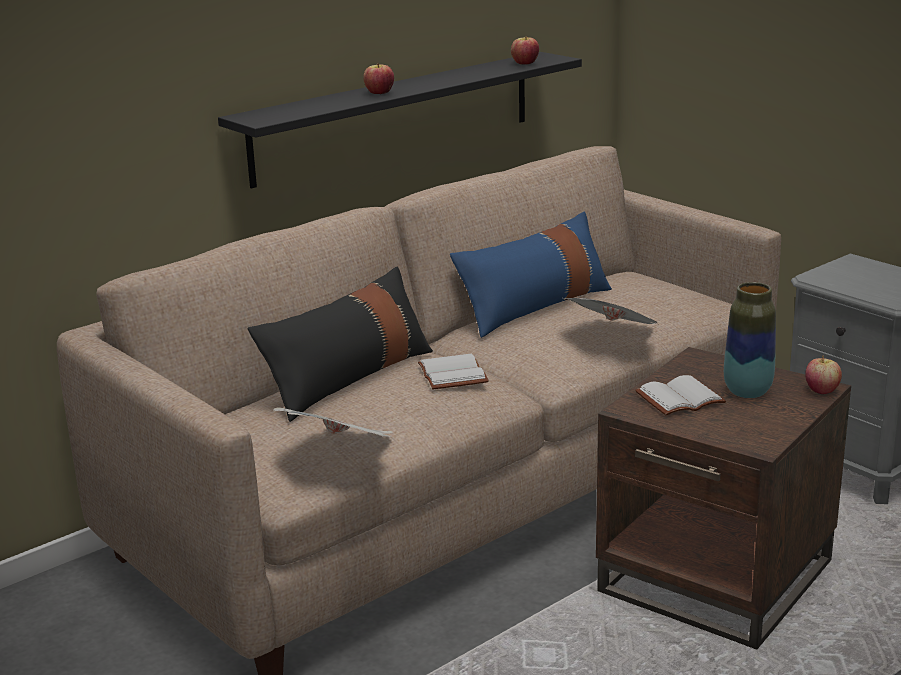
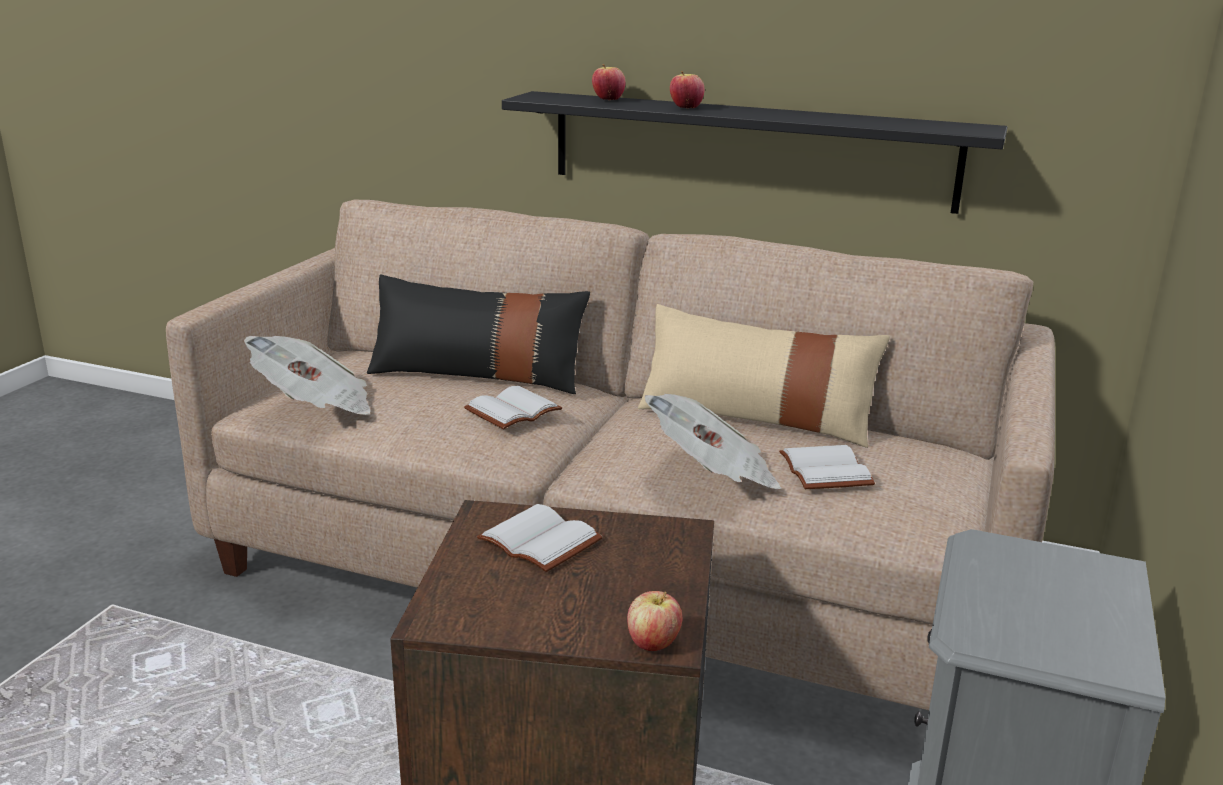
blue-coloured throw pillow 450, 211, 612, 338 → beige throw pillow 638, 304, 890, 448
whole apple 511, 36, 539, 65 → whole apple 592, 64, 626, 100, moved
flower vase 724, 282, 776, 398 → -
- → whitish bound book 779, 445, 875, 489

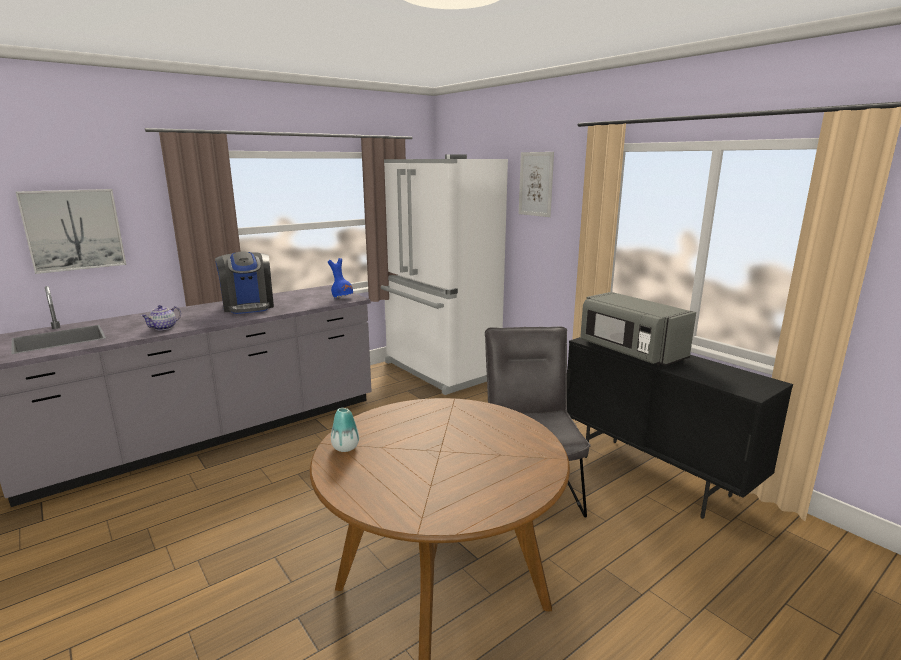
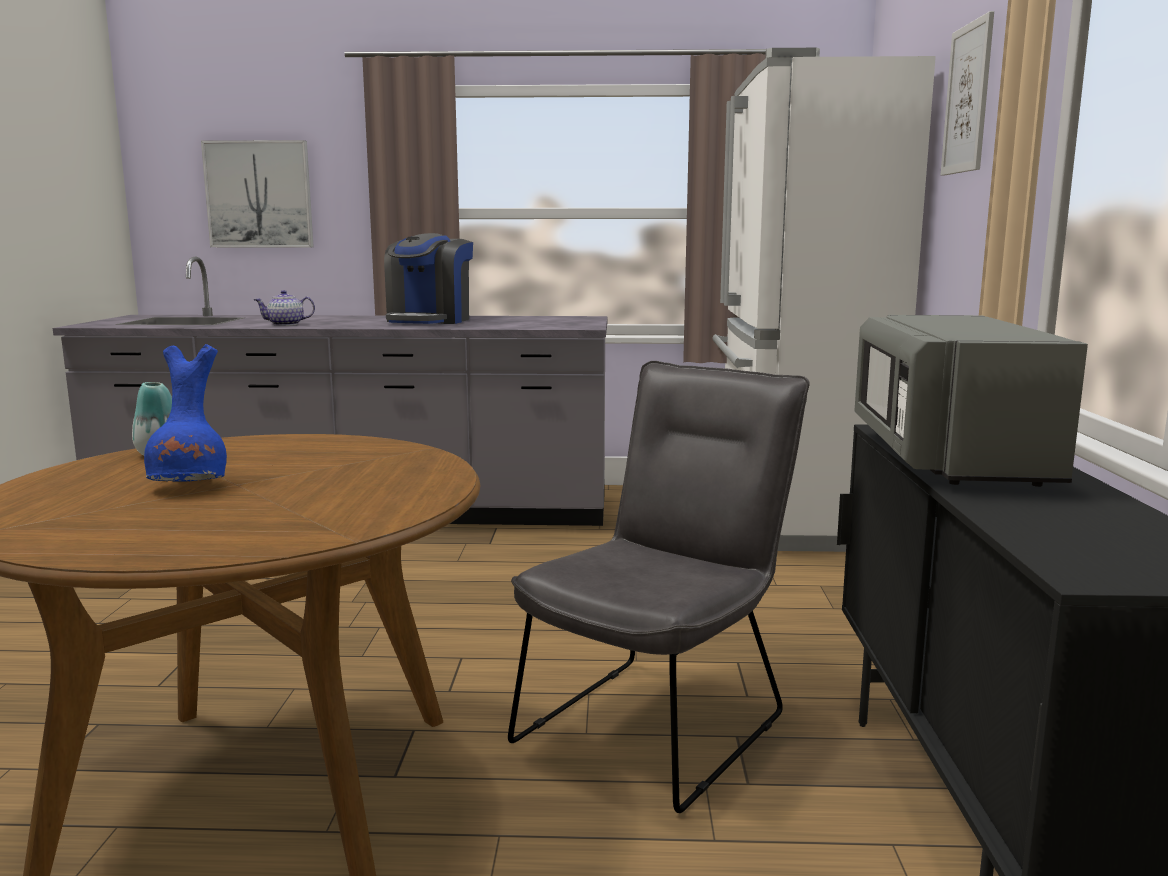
blue-coloured flower vase 327, 258, 353, 298 → blue-coloured flower vase 144, 344, 227, 482, moved

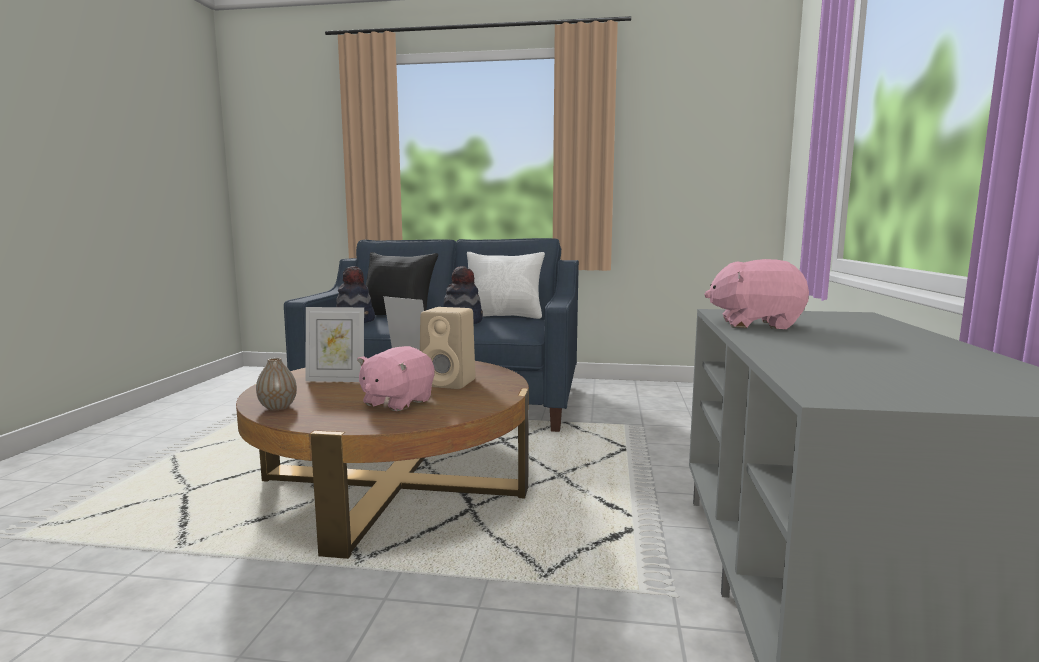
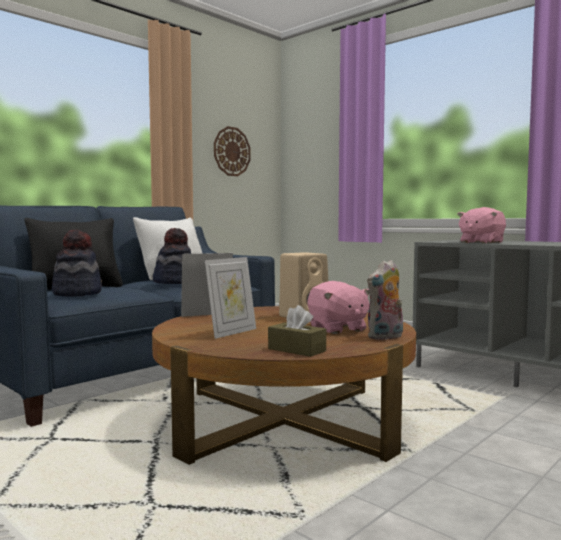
flower vase 256, 358, 297, 410 → brown-coloured tissue box 268, 305, 326, 357
- → hanging clock 214, 126, 250, 176
- → plush toy 367, 260, 403, 340

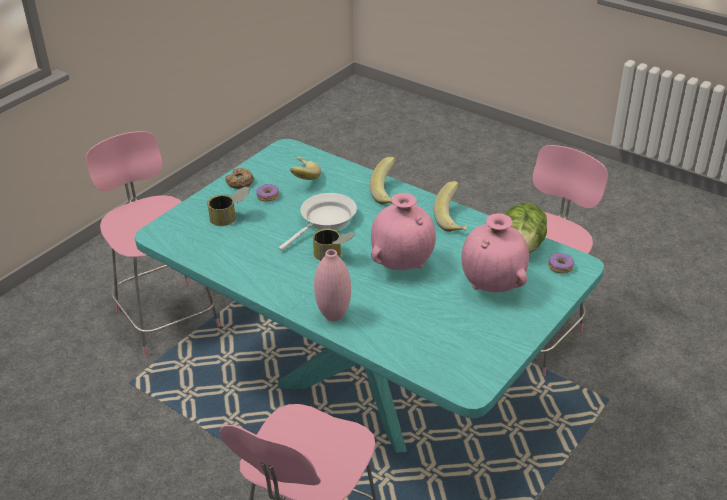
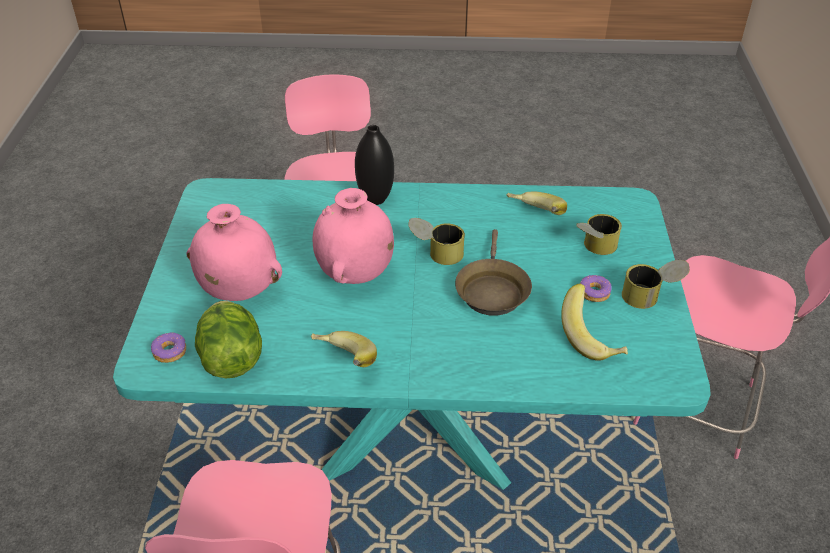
ring doughnut 225, 168, 254, 189 → can 622, 260, 690, 309
whitish pan 279, 193, 357, 251 → brown-coloured pan 455, 229, 532, 316
pink-coloured flower vase 314, 249, 351, 321 → blackish flower vase 355, 125, 394, 205
banana fruit 370, 157, 396, 204 → banana fruit 507, 192, 567, 215, moved

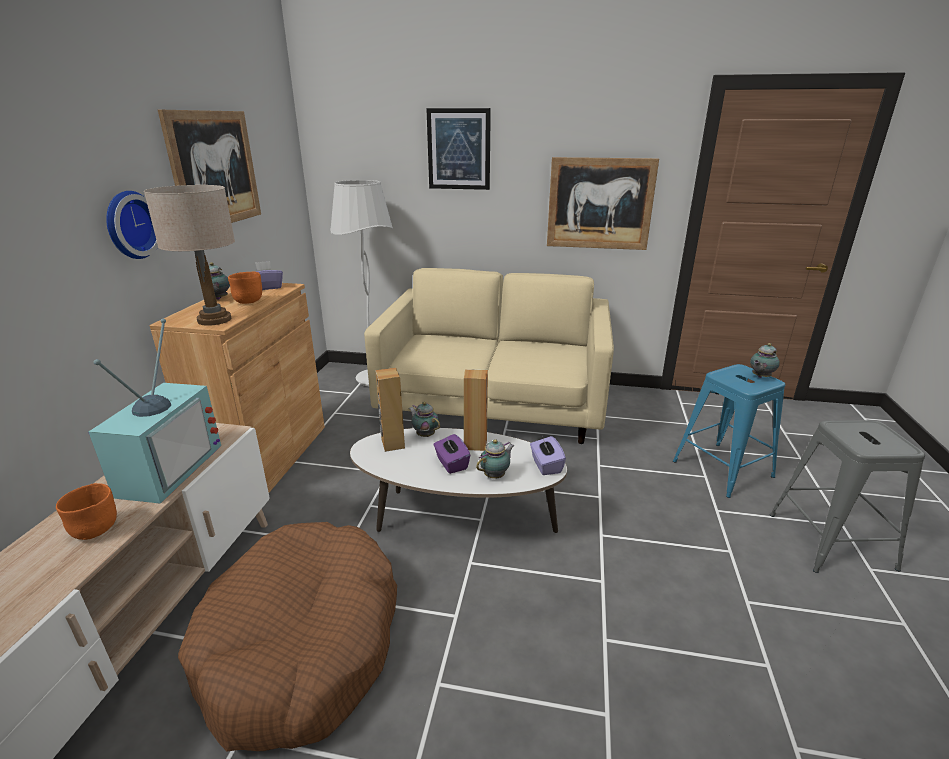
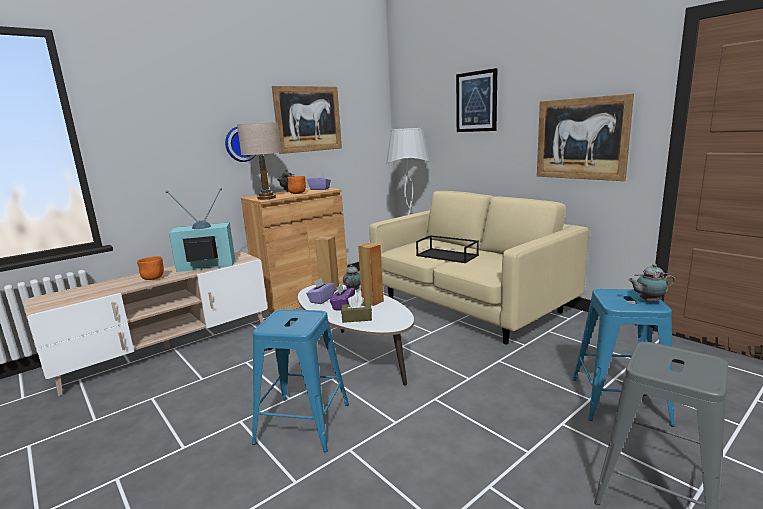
television 88, 319, 221, 504 → television 165, 188, 235, 272, 150 degrees counterclockwise
brown-coloured pet bed 178, 522, 397, 751 → -
pot for tea 476, 439, 515, 479 → brown-coloured tissue box 341, 294, 372, 323
purplish tissue box 530, 436, 566, 475 → purplish tissue box 306, 278, 335, 304, moved
- → blue-coloured stool 252, 309, 349, 452
- → blackish carrying tray 416, 235, 479, 263

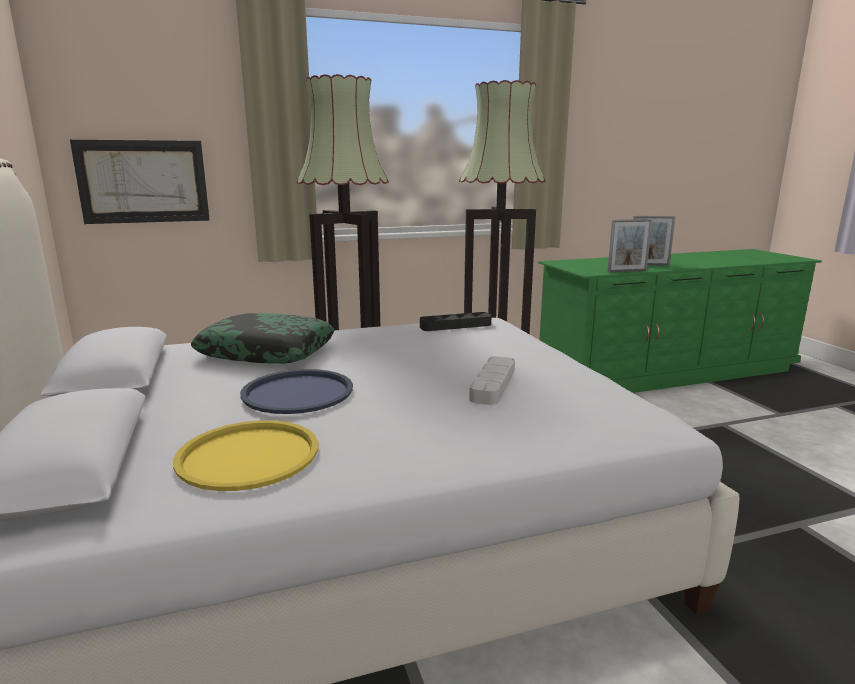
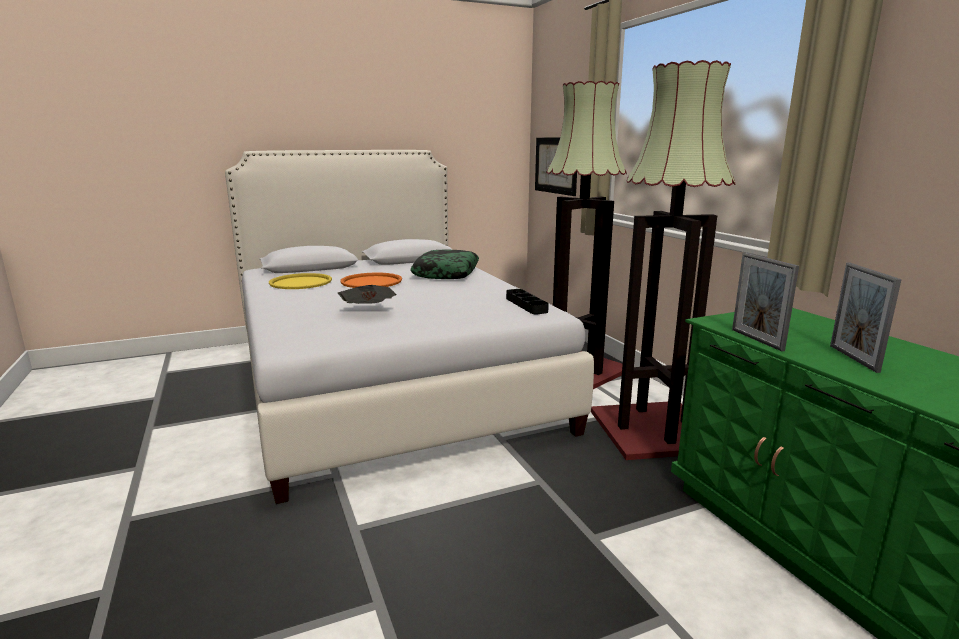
blue-coloured carrying tray 240, 369, 353, 414 → orange-coloured carrying tray 340, 272, 402, 288
gray carrying tray 469, 356, 515, 405 → daily paper 337, 285, 397, 304

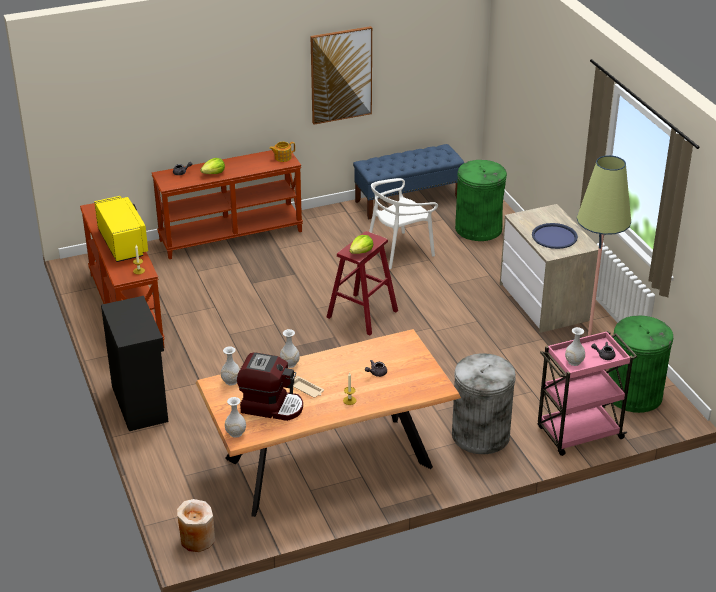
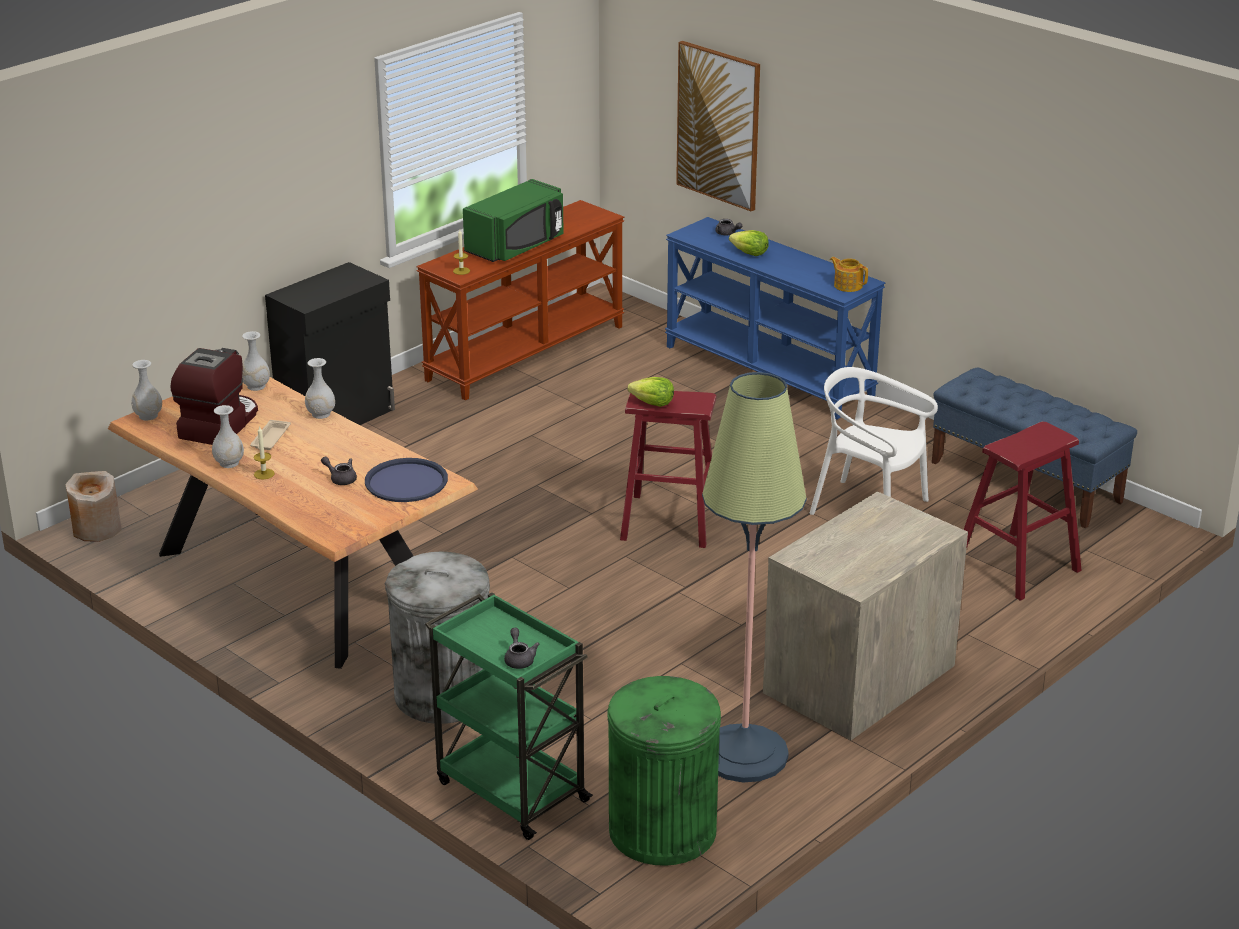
yellow-coloured microwave 94, 196, 148, 262 → greenish microwave 463, 179, 564, 262
brown-coloured console table 152, 150, 303, 259 → blue-coloured console table 665, 217, 885, 419
coffee brewer 237, 352, 303, 421 → coffee brewer 170, 348, 258, 445, 150 degrees counterclockwise
wall picture 310, 26, 372, 125 → wall picture 676, 41, 760, 211, moved
greenish waste bin 455, 160, 507, 241 → red stool 964, 422, 1082, 601
blue-coloured carrying tray 532, 223, 578, 249 → blue-coloured carrying tray 365, 458, 448, 502, moved
pink-coloured cart 538, 331, 637, 456 → greenish cart 425, 592, 593, 840
whitish flower vase 565, 327, 585, 366 → whitish flower vase 212, 405, 244, 468, moved

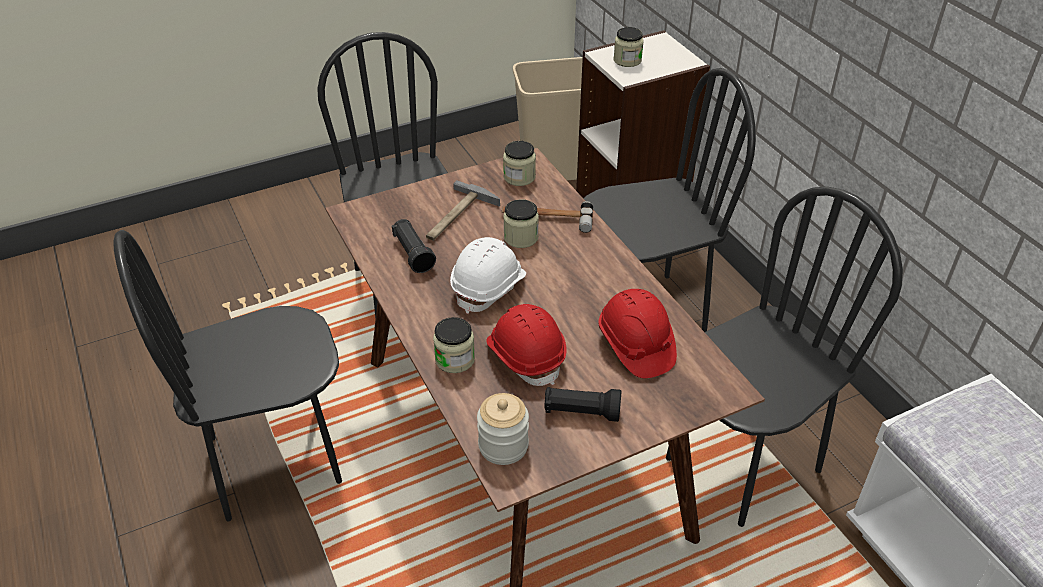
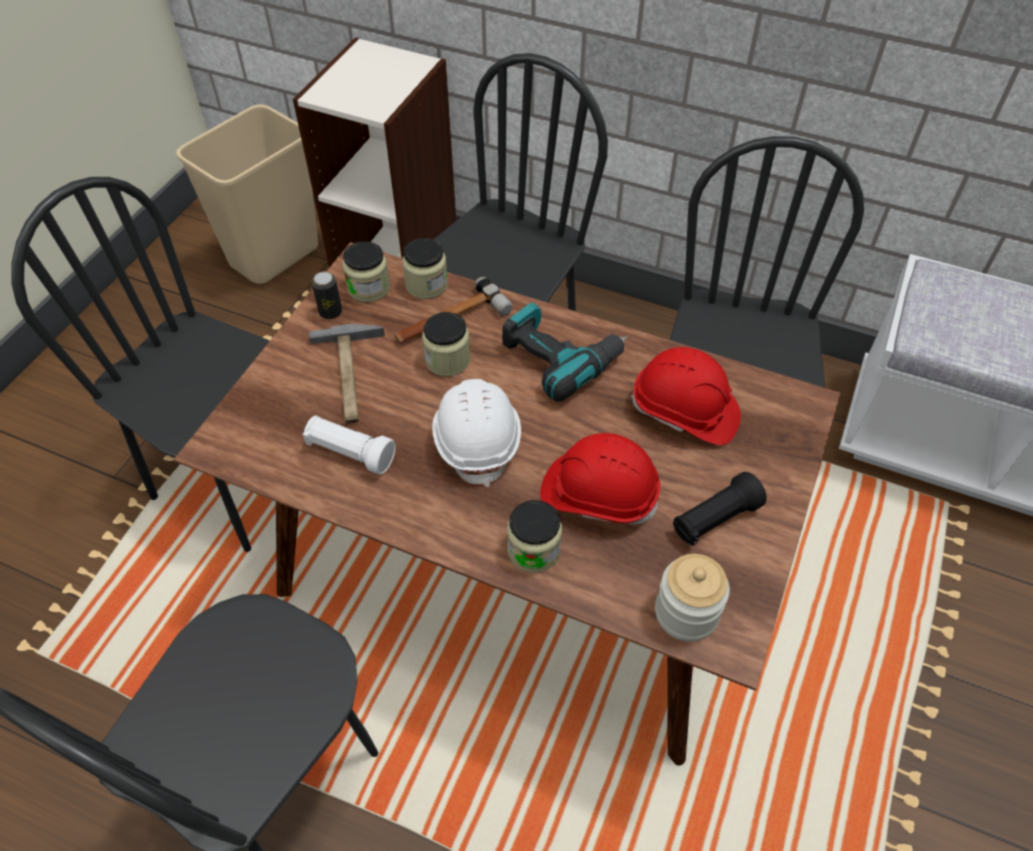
blackish hand torch 392, 219, 436, 273 → whitish hand torch 303, 416, 396, 475
storage jar 614, 27, 644, 67 → storage jar 402, 238, 448, 299, moved
- → can 311, 272, 342, 319
- → drill 502, 302, 628, 402

